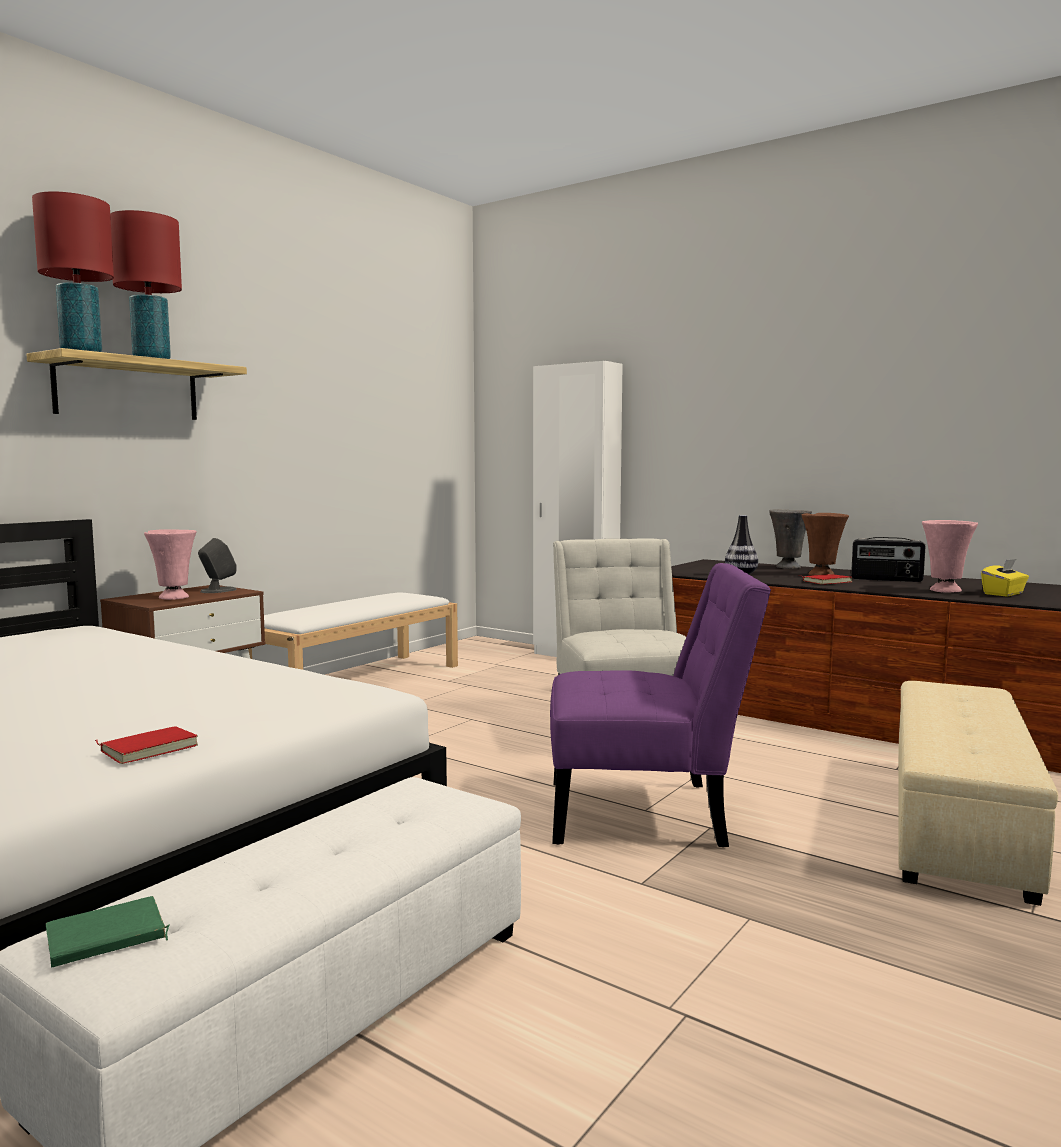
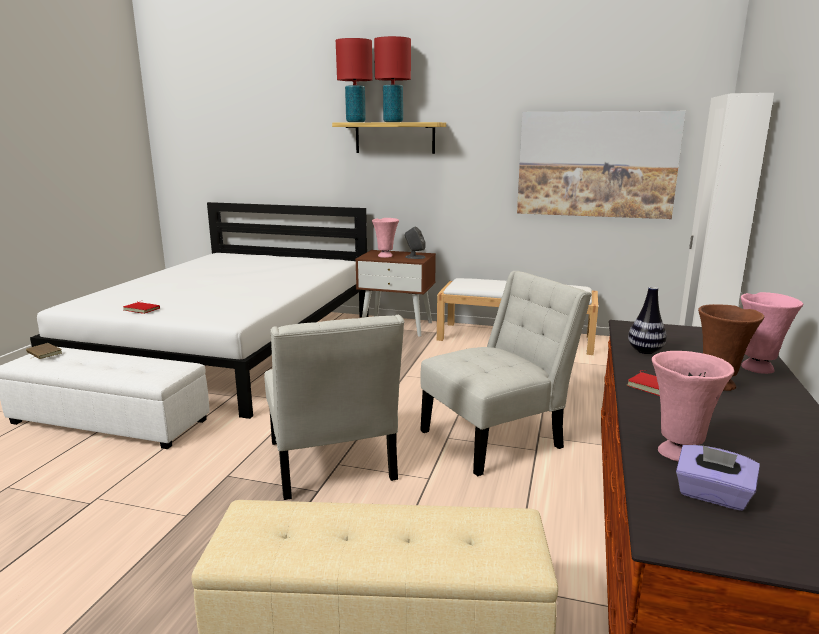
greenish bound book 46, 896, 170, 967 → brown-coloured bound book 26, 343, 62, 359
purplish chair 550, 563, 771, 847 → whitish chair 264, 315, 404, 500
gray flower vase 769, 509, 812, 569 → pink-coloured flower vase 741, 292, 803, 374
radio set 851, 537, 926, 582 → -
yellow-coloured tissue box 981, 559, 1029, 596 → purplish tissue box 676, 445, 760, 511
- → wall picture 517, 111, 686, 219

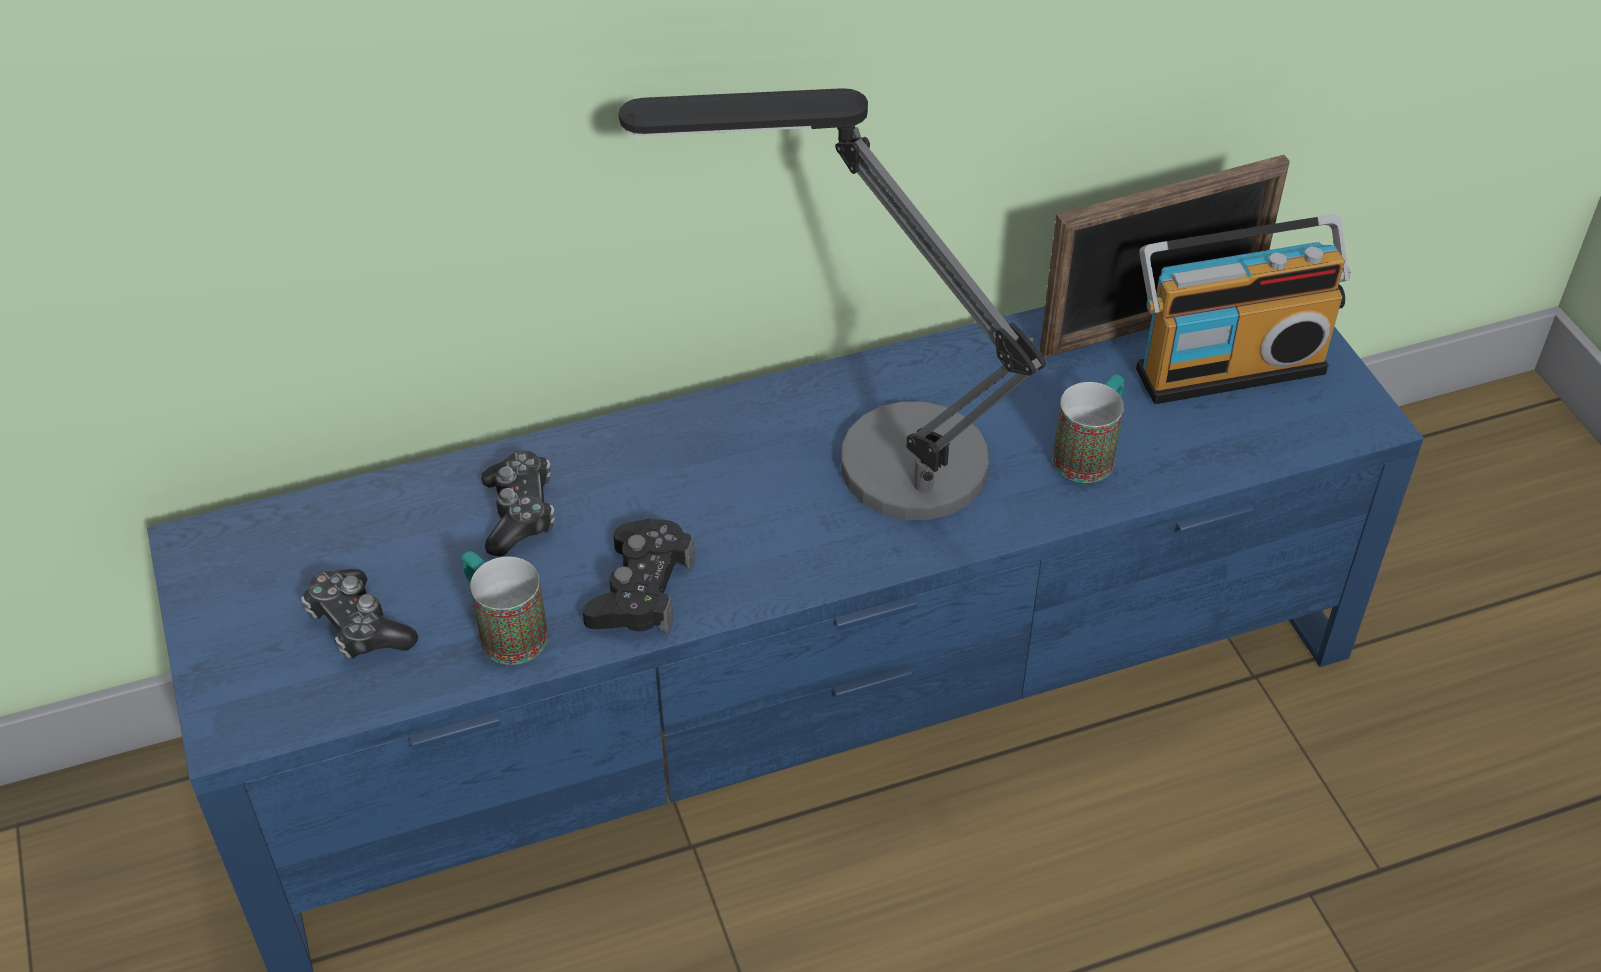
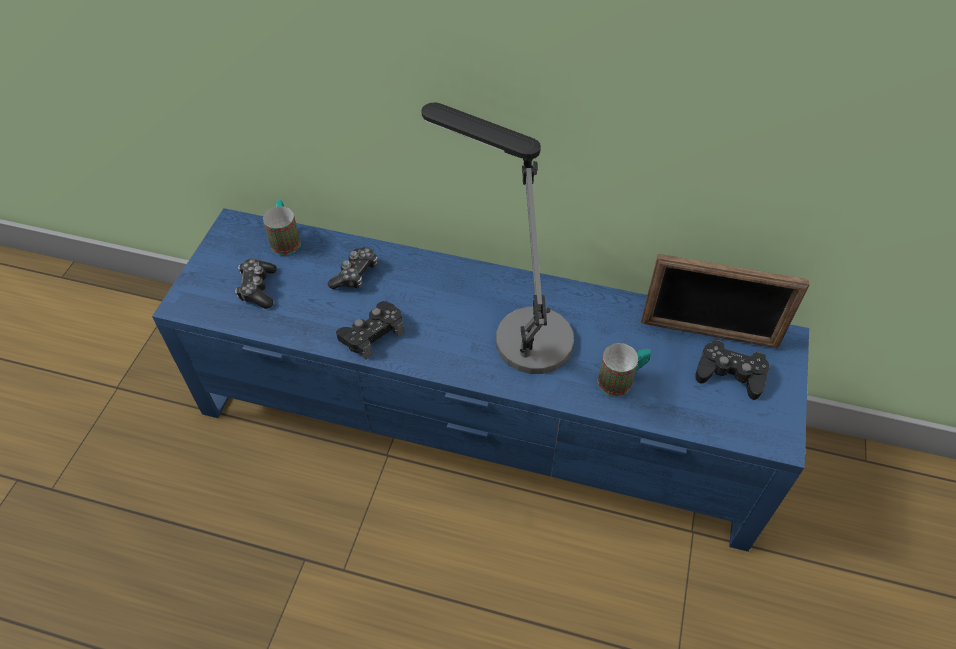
mug 462, 551, 548, 665 → mug 263, 200, 301, 255, moved
radio set 1136, 214, 1351, 404 → blackish joypad 695, 339, 769, 400

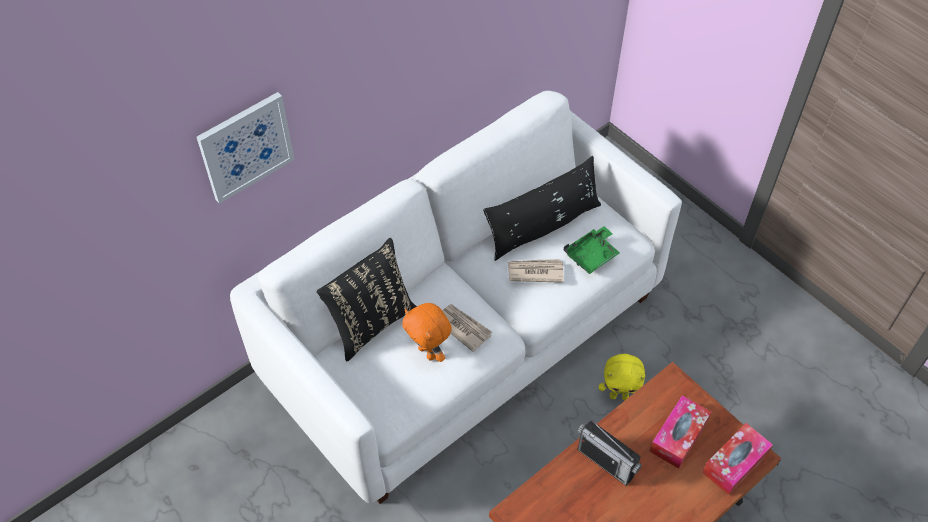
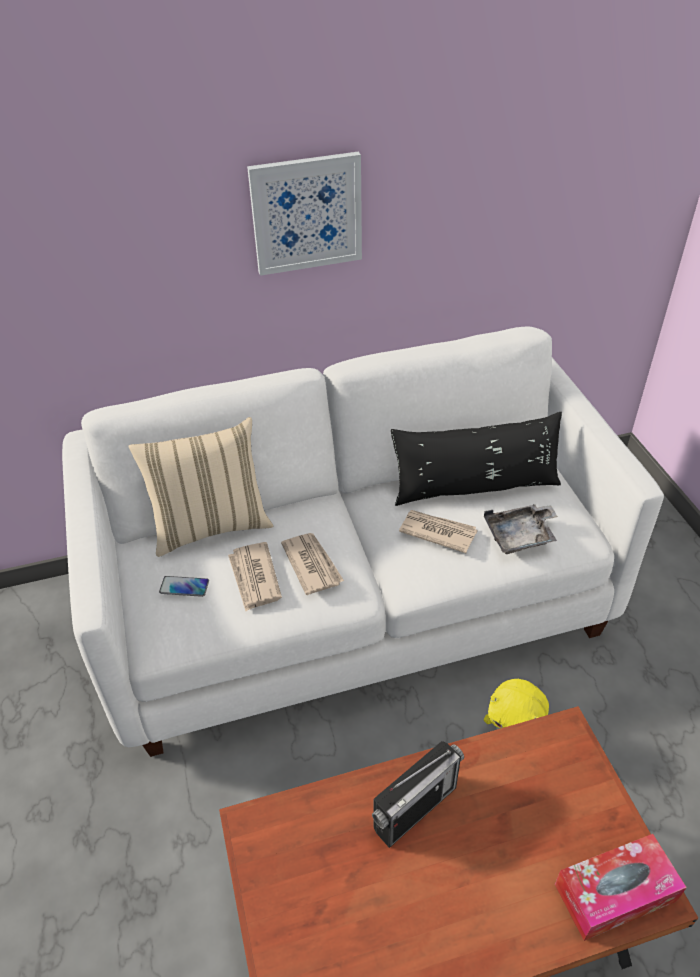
wall picture 197, 92, 295, 204 → wall picture 247, 152, 362, 276, moved
blackish throw pillow 316, 238, 417, 361 → beige throw pillow 128, 417, 273, 557
orange-coloured plush toy 402, 303, 452, 362 → daily paper 228, 542, 282, 611
greenish carrying tray 564, 226, 620, 274 → gray carrying tray 484, 505, 558, 554
radio set 577, 420, 642, 486 → radio set 372, 741, 464, 848, 105 degrees counterclockwise
tissue box 649, 395, 711, 469 → -
- → telephone 159, 576, 209, 597

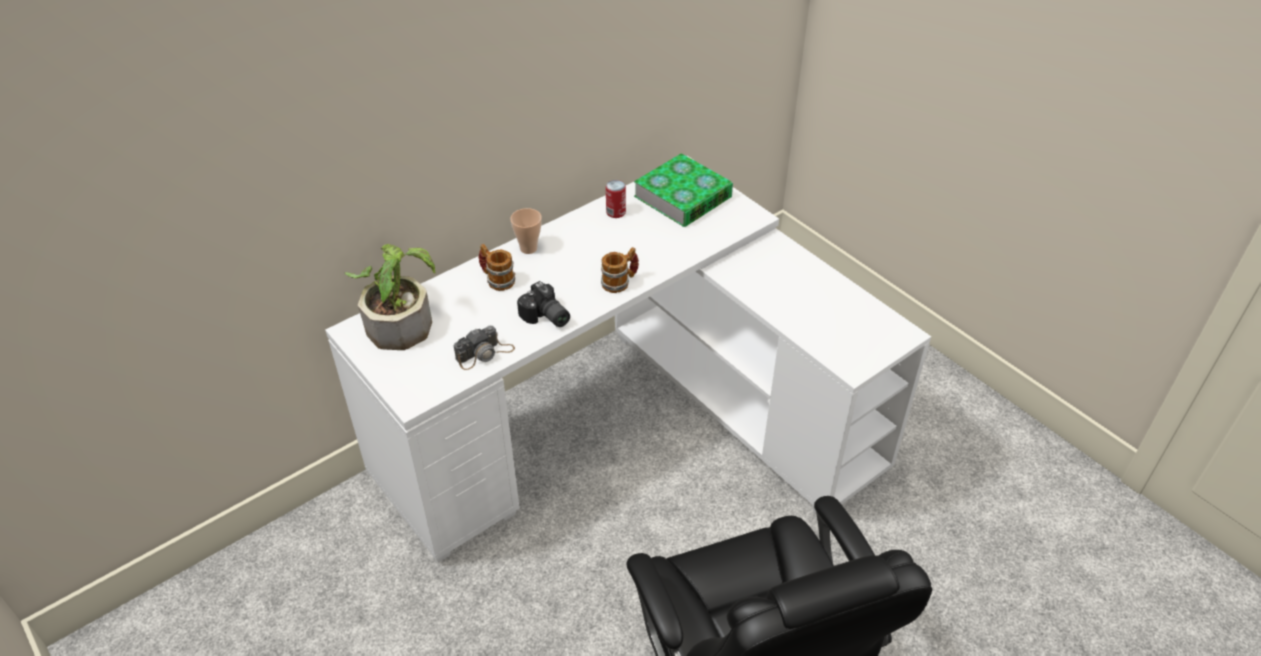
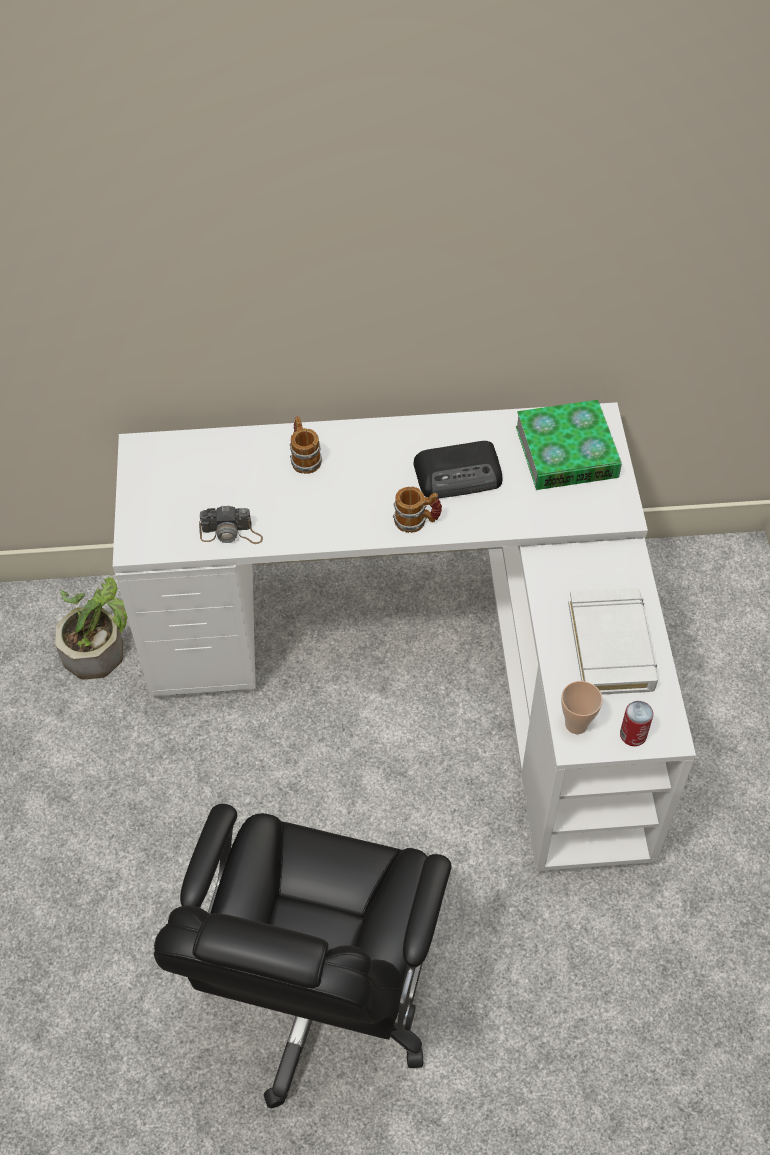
potted plant 345, 244, 436, 350 → potted plant 55, 577, 127, 679, moved
cup 510, 208, 542, 254 → cup 561, 681, 603, 734, moved
photo camera 517, 281, 570, 327 → -
can 606, 180, 626, 218 → can 620, 701, 653, 746, moved
- → radio set 413, 441, 502, 498
- → whitish bound book 568, 588, 658, 695

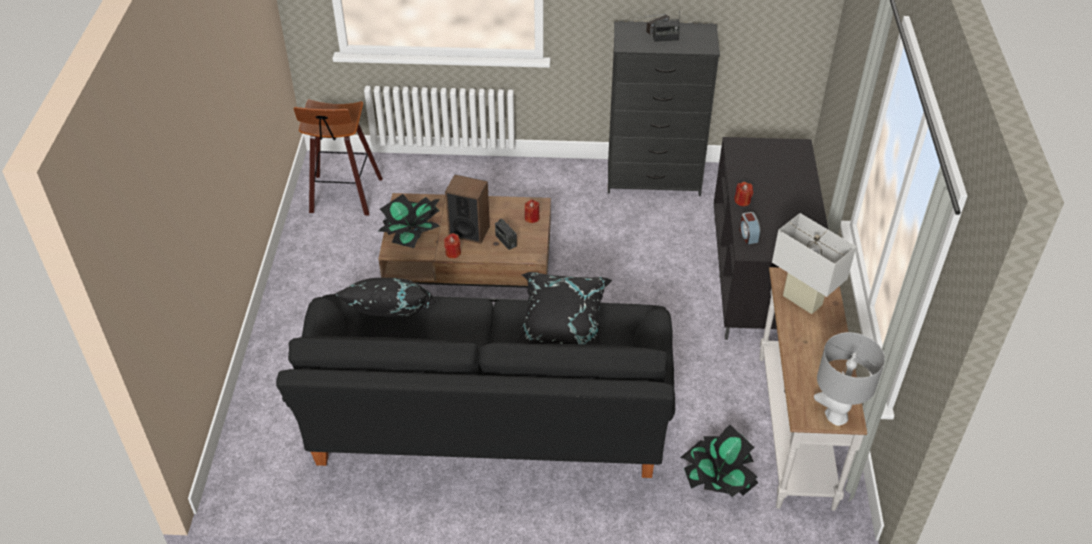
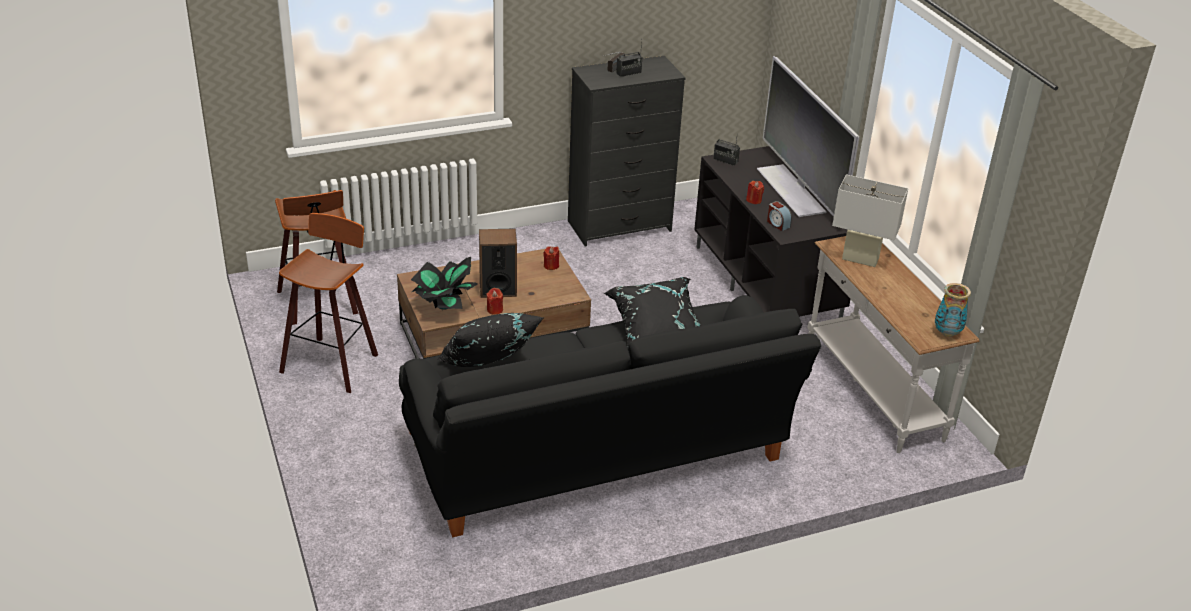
radio set 495, 219, 517, 250 → radio set 713, 139, 740, 166, moved
potted plant 680, 425, 758, 497 → -
gray tabletop lamp 814, 332, 885, 426 → flower vase 935, 283, 971, 337
- → stool 279, 213, 378, 393
- → television 757, 56, 859, 217

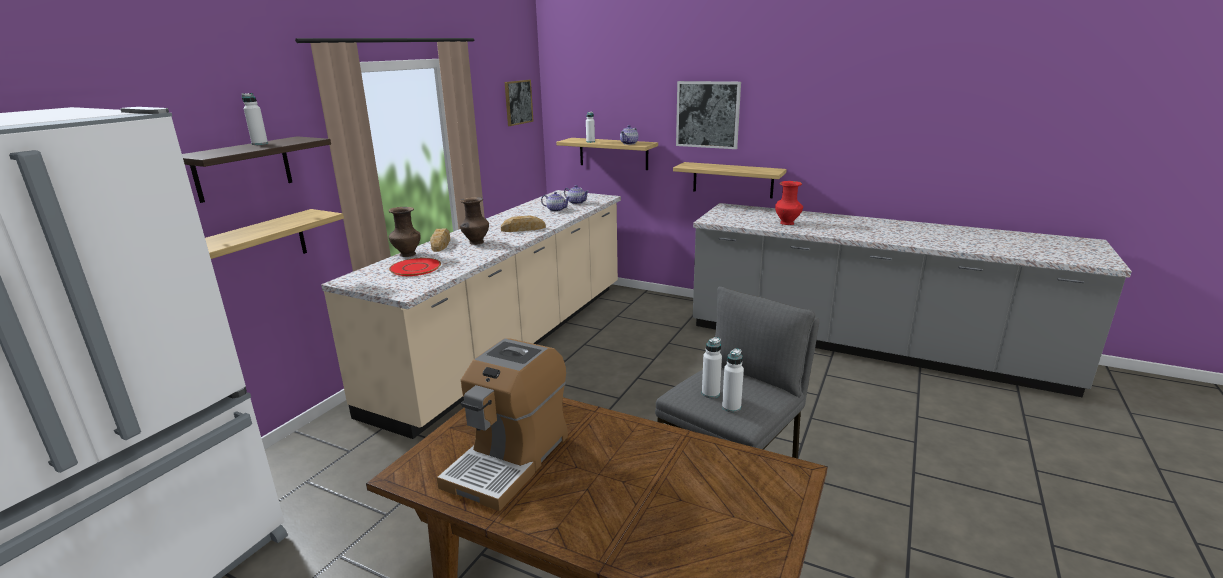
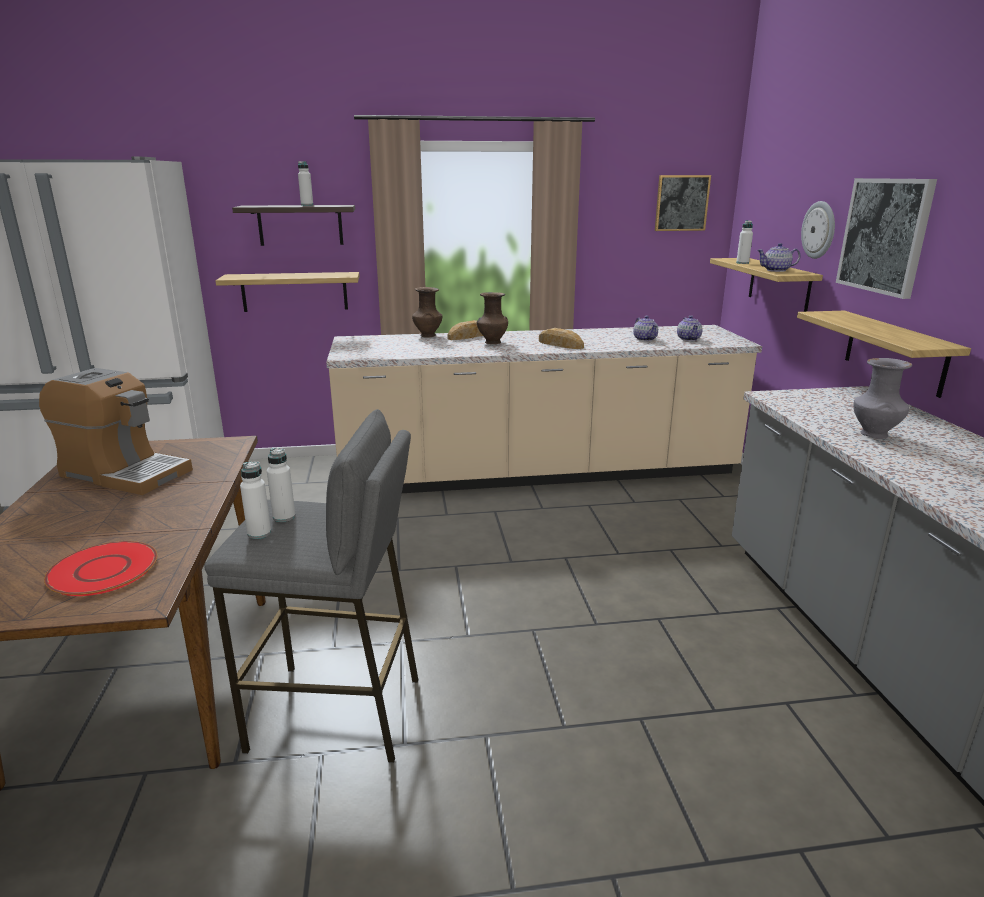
red flat dish 389, 258, 441, 276 → red flat dish 44, 541, 157, 596, moved
coffee brewer 437, 338, 568, 511 → coffee brewer 39, 368, 193, 495, 150 degrees counterclockwise
red flower vase 775, 181, 803, 225 → gray flower vase 853, 358, 912, 439
- → hanging clock 801, 201, 835, 259

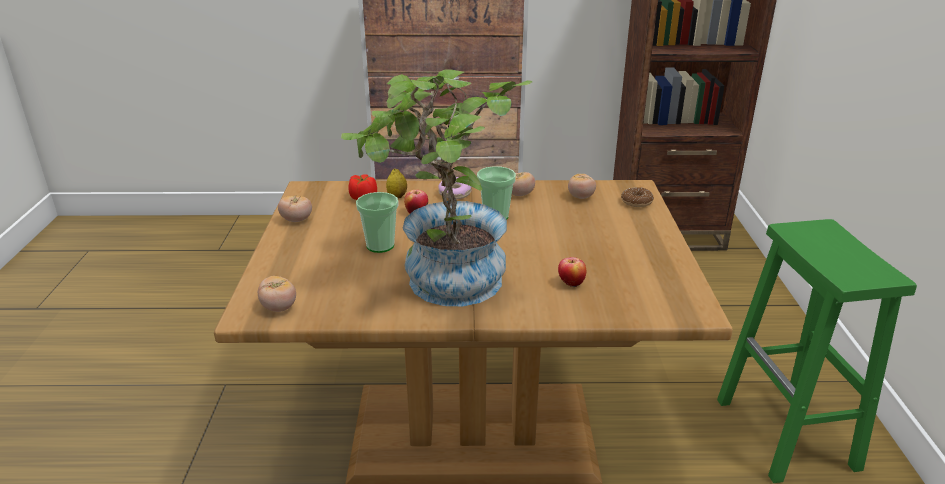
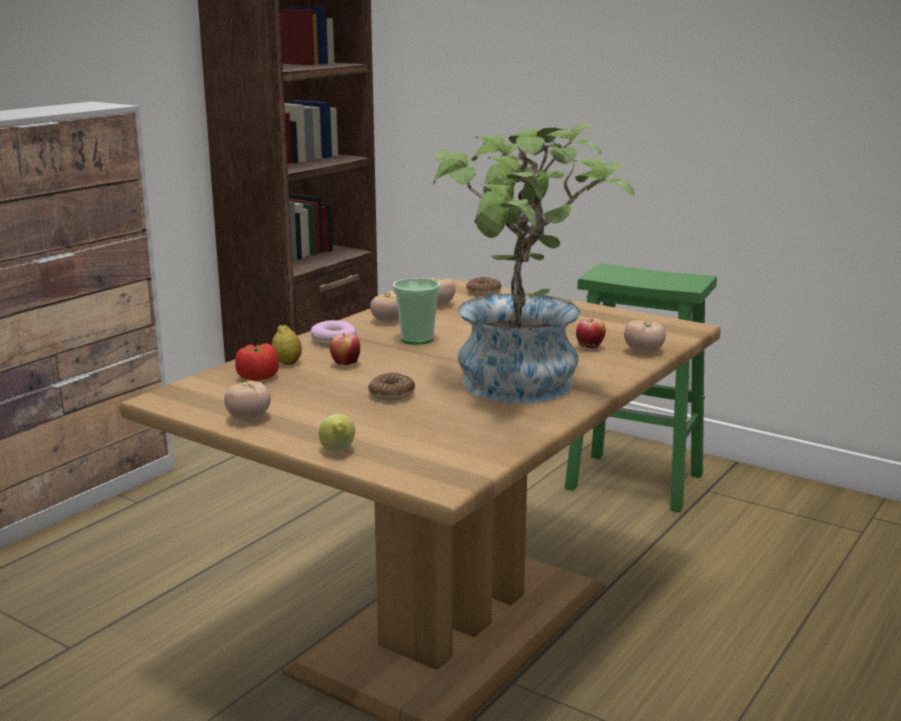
tomato 258, 276, 296, 312 → tomato 624, 320, 666, 352, moved
cup 356, 192, 399, 253 → ring doughnut 368, 373, 415, 401
- → whole lemon 319, 414, 355, 451

